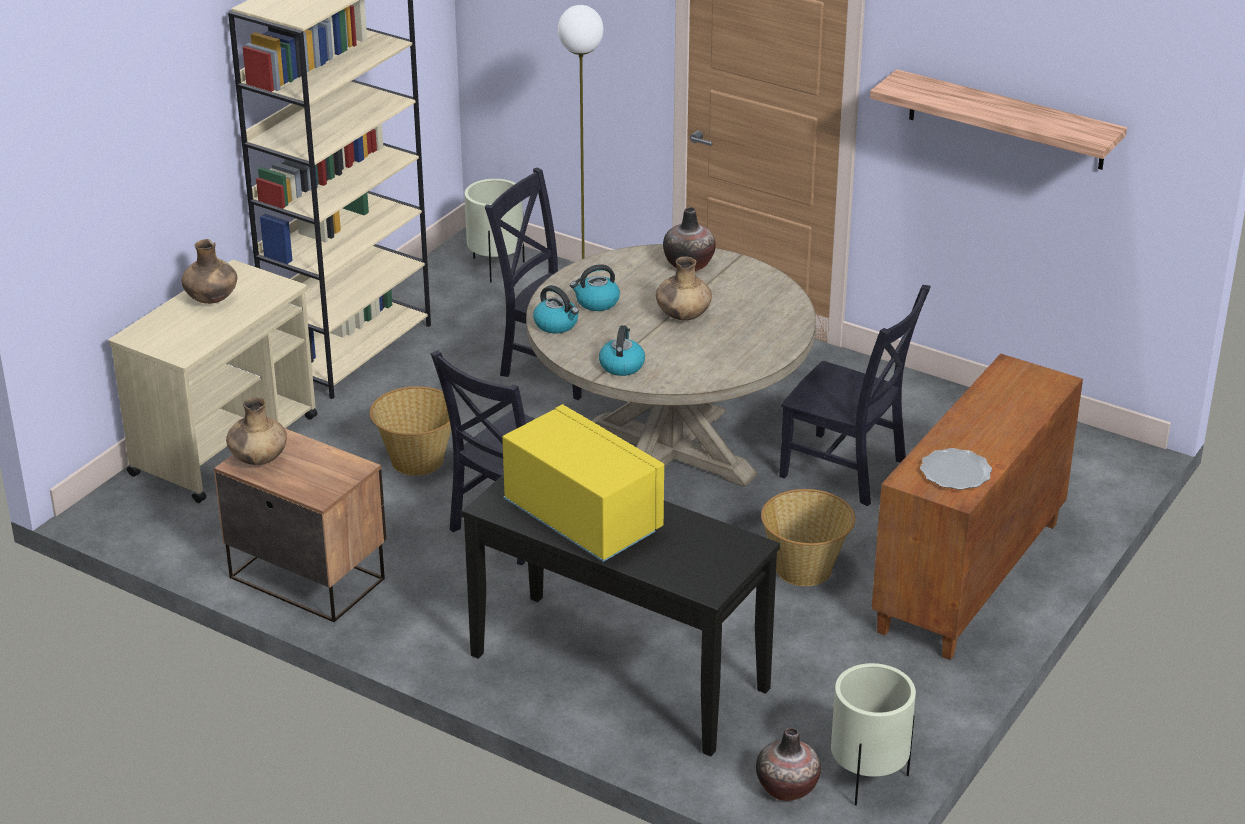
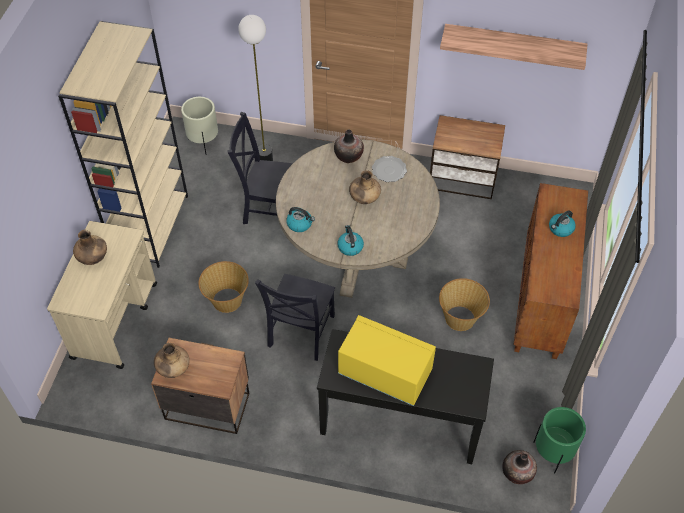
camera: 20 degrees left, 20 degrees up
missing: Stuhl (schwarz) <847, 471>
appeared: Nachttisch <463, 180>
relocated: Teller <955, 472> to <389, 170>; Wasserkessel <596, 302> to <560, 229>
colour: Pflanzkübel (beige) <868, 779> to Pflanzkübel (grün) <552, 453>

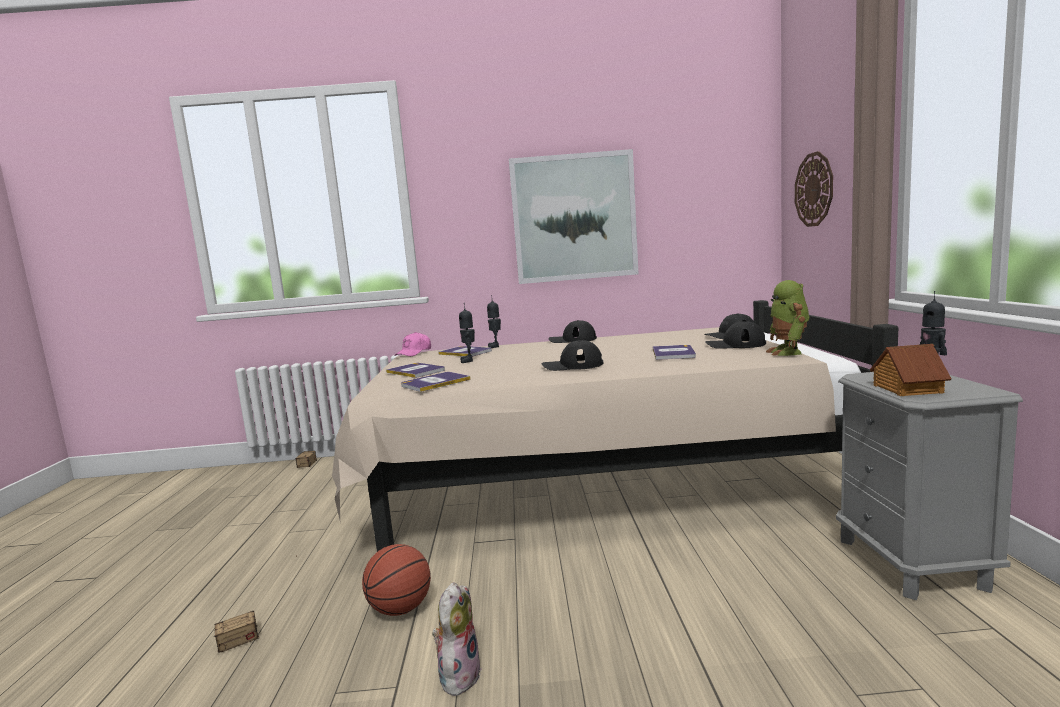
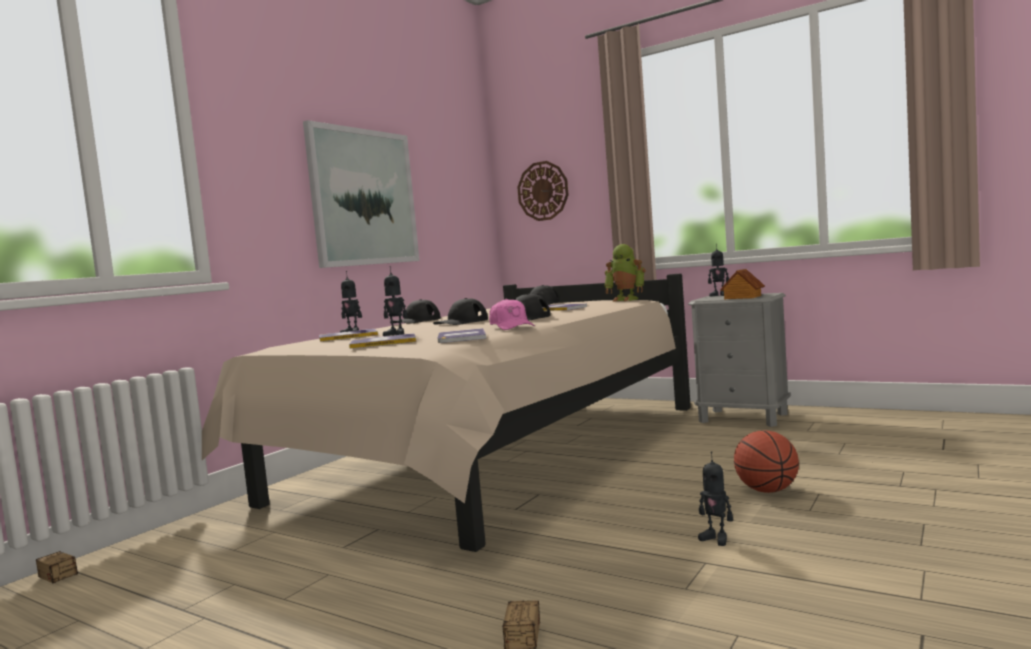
camera: 55 degrees left, 5 degrees down
relocated: Kappe (schwarz) <735, 345> to <461, 322>; Kappe (rosa) <414, 353> to <511, 327>; Basketball <400, 609> to <767, 491>
exchanged: Plüschtier <458, 675> to Spielzeugroboter <716, 539>

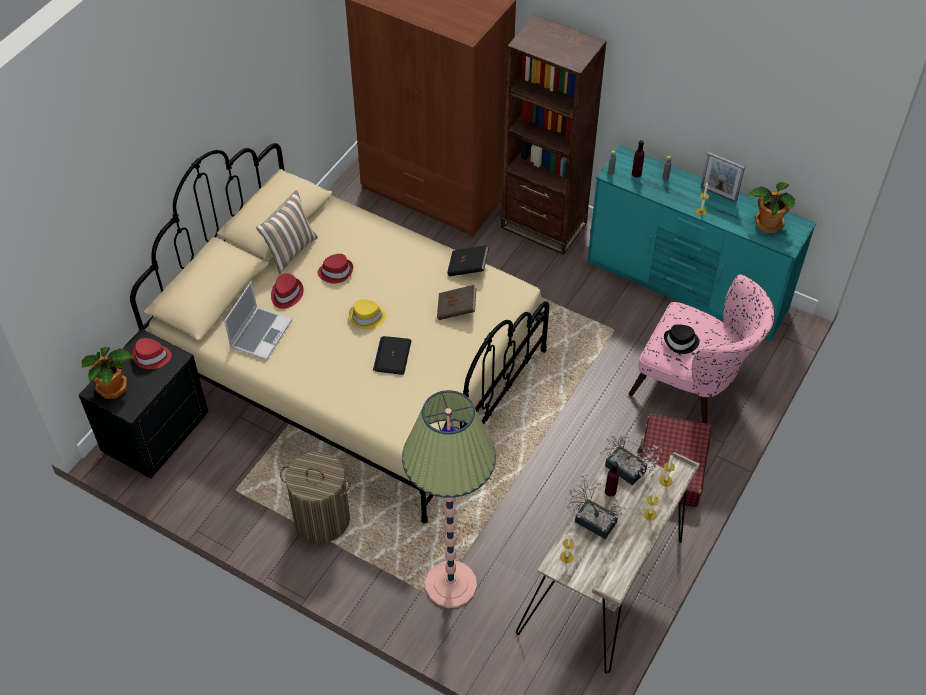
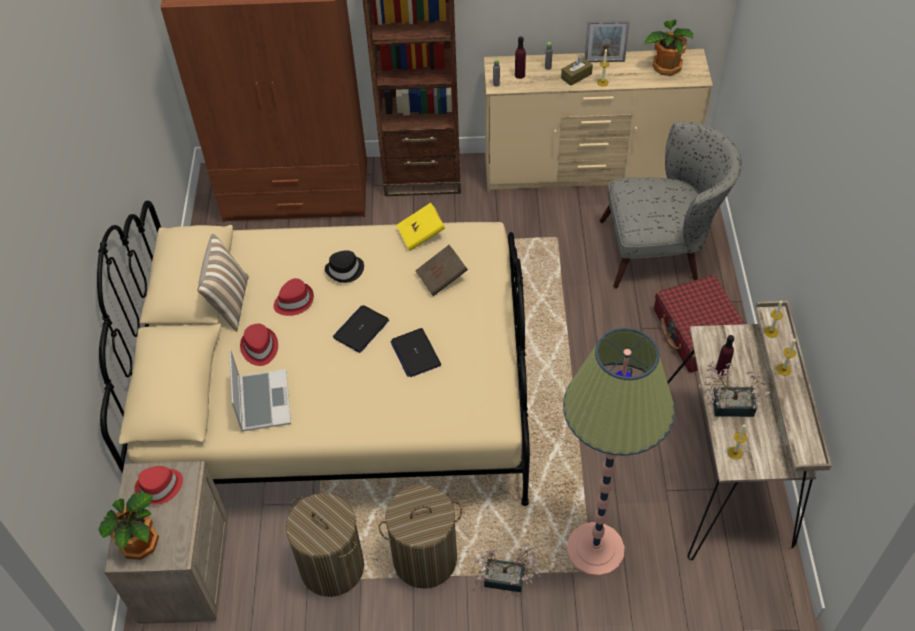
camera: 30 degrees left, 0 degrees up
appeared: Wäschekorb <332, 567>; Taschentuchbox (braun) <576, 76>
relocated: Hut (schwarz) <681, 342> to <345, 270>; Topfpflanze <629, 471> to <509, 579>
exchanged: Hut (gelb) <367, 317> to Laptop <361, 329>
colour: Nachttisch (schwarz) <155, 433> to Nachttisch (beige) <183, 571>; Buch (schwarz) <467, 268> to Buch (gelb) <421, 234>; Kommode (türkis) <686, 287> to Kommode (beige) <588, 170>; Sessel (rosa) <694, 384> to Sessel (grau) <661, 250>

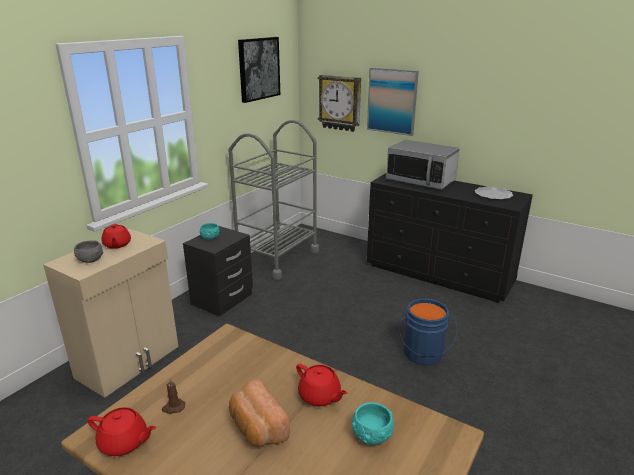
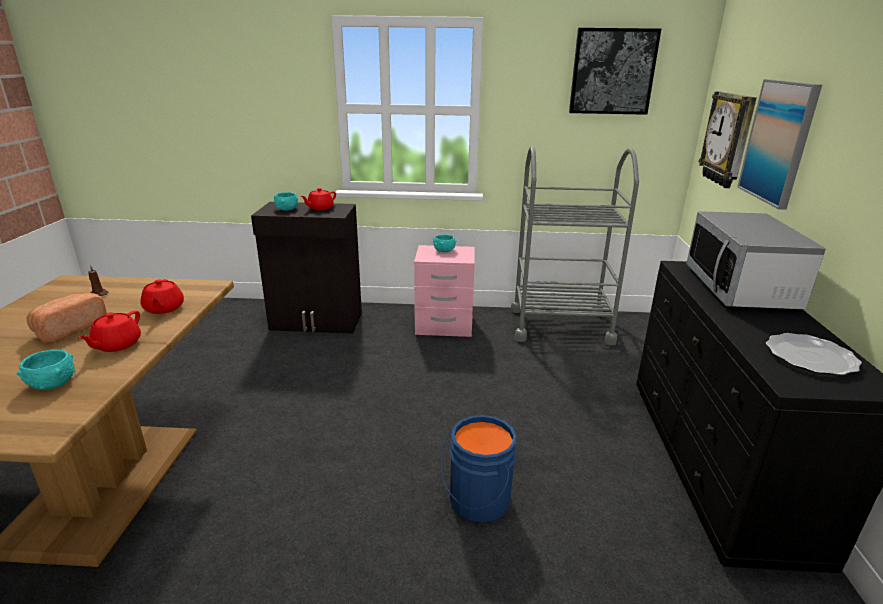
camera: 60 degrees right, 0 degrees up
relocated: Teekanne (rot) <124, 442> to <163, 308>
colour: Schrank (beige) <130, 361> to Schrank (schwarz) <317, 322>; Schüssel (grau) <90, 259> to Schüssel (türkis) <286, 209>; Nachttisch (schwarz) <222, 299> to Nachttisch (rosa) <444, 325>

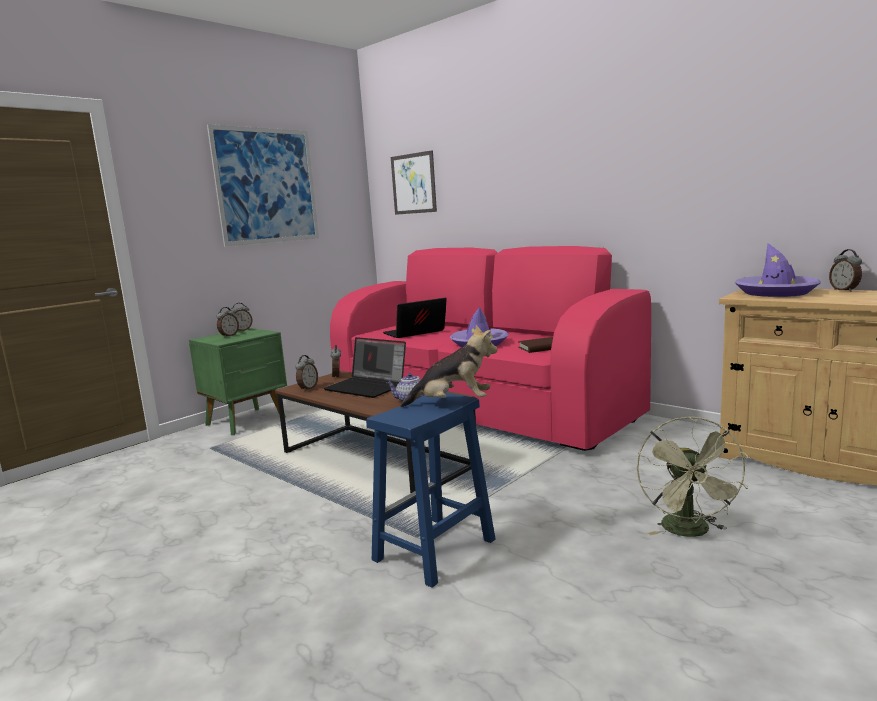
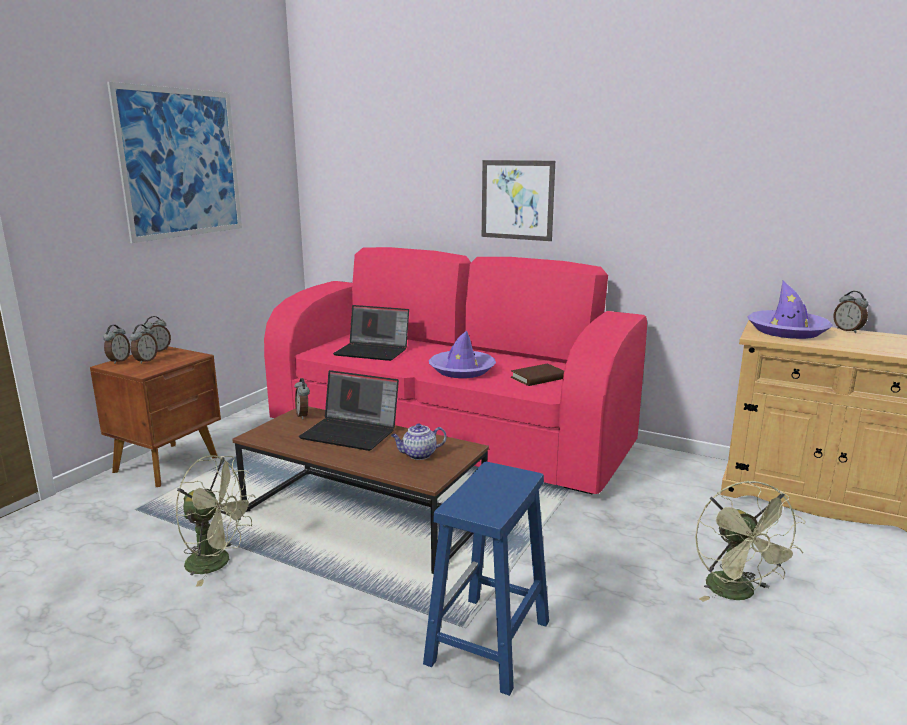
camera: 15 degrees left, 5 degrees up
missing: Plüschtier <453, 403>
appeared: Ventilator (grün) <217, 563>
relocated: Wecker <307, 388> to <118, 361>; Bild <413, 183> to <517, 200>
colour: Nachttisch (grün) <247, 421> to Nachttisch (braun) <168, 464>
spun: Laptop <414, 333> = <373, 351> 120 degrees counterclockwise

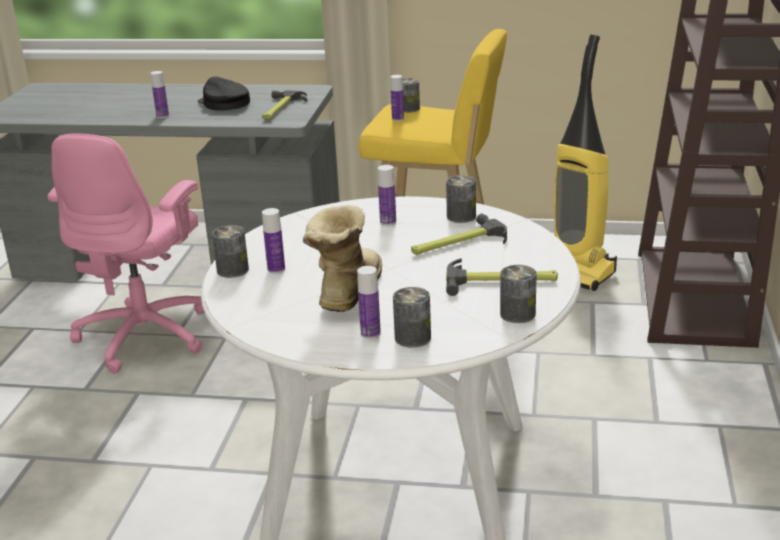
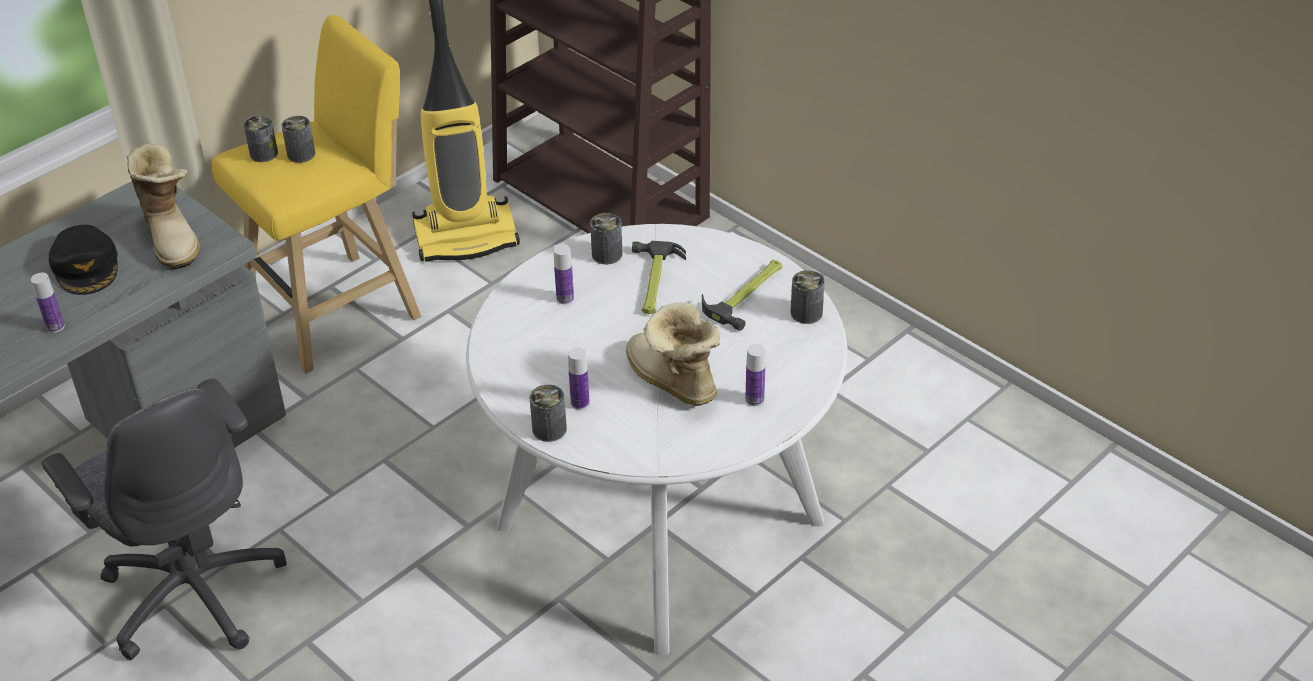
camera: 55 degrees left, 15 degrees up
missing: Flasche <398, 119>
relocated: Dose <412, 338> to <301, 154>
exchanged: Hammer <279, 109> to Stiefel <173, 237>
colour: Bürostuhl (rosa) <146, 335> to Bürostuhl (grau) <193, 590>
spun: Kappe (schwarz) <224, 103> = <86, 266> 105 degrees counterclockwise

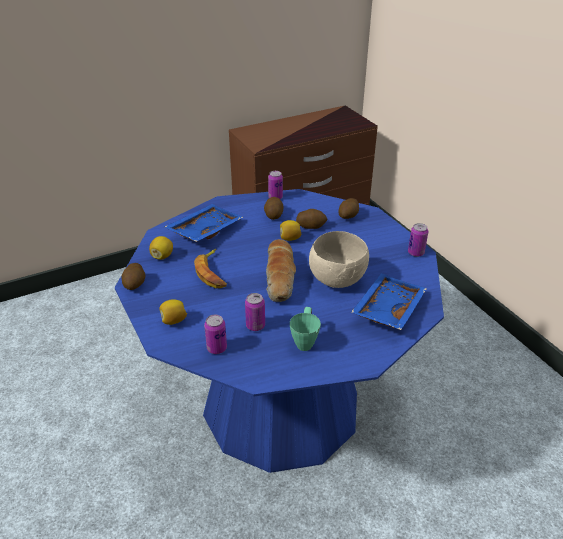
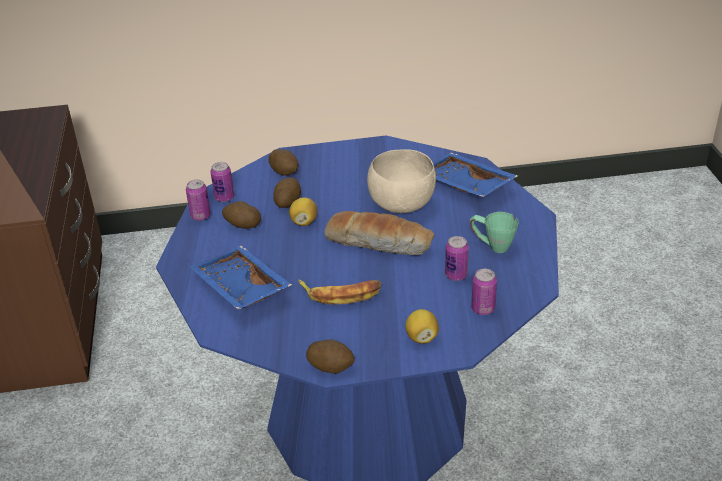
camera: 70 degrees left, 0 degrees up
missing: Zitrone <162, 256>
relocated: Dose <415, 253> to <224, 197>

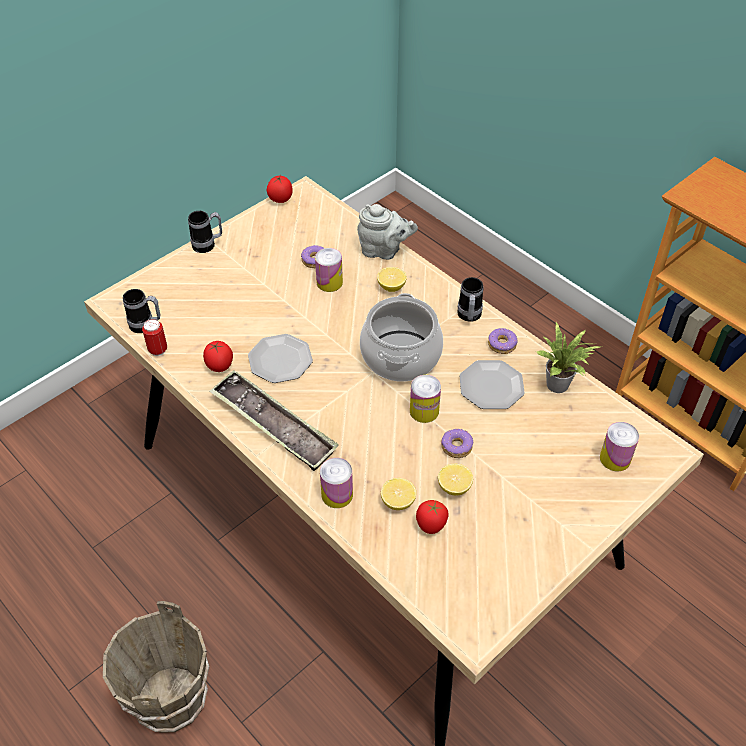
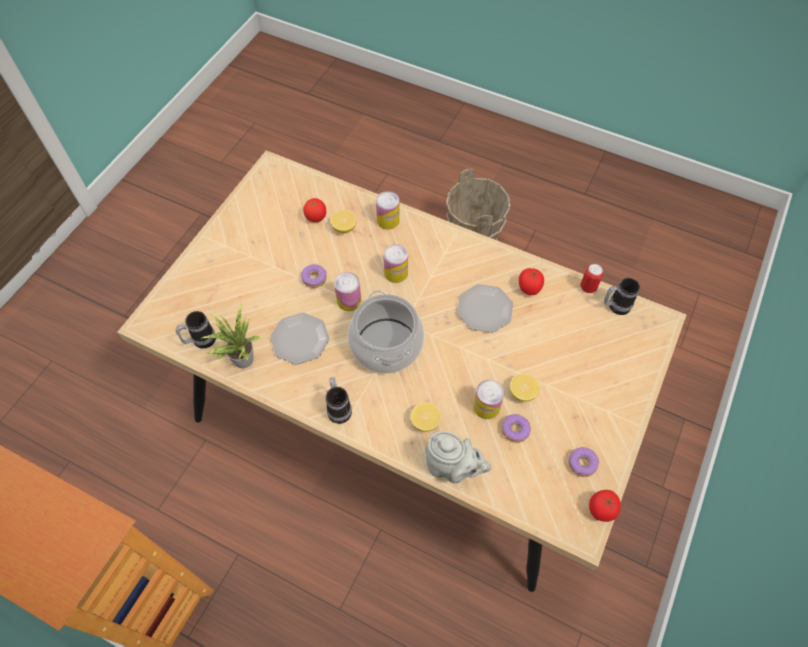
camera: 160 degrees right, 10 degrees up
missing: Tablett <273, 425>
relocated: Henkelbecher <208, 245> to <200, 341>; Dose <615, 458> to <396, 273>; Zitrone <454, 487> to <522, 392>; Donut <502, 344> to <581, 464>
spun: Teekanne (grau) <384, 251> = <452, 468> 150 degrees counterclockwise

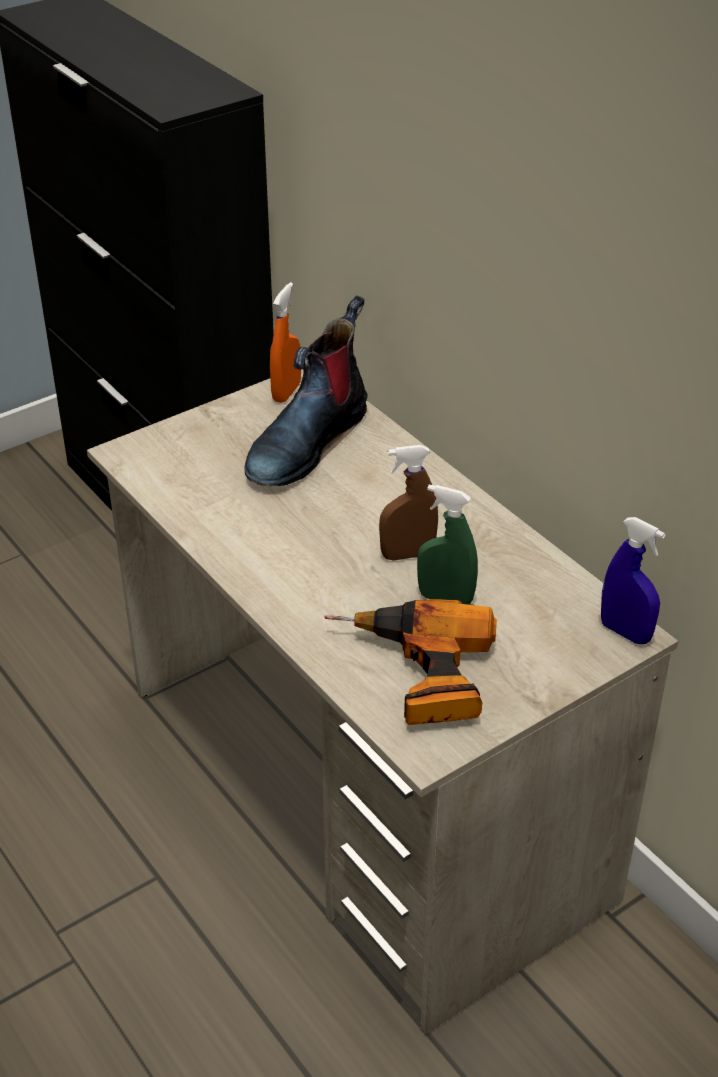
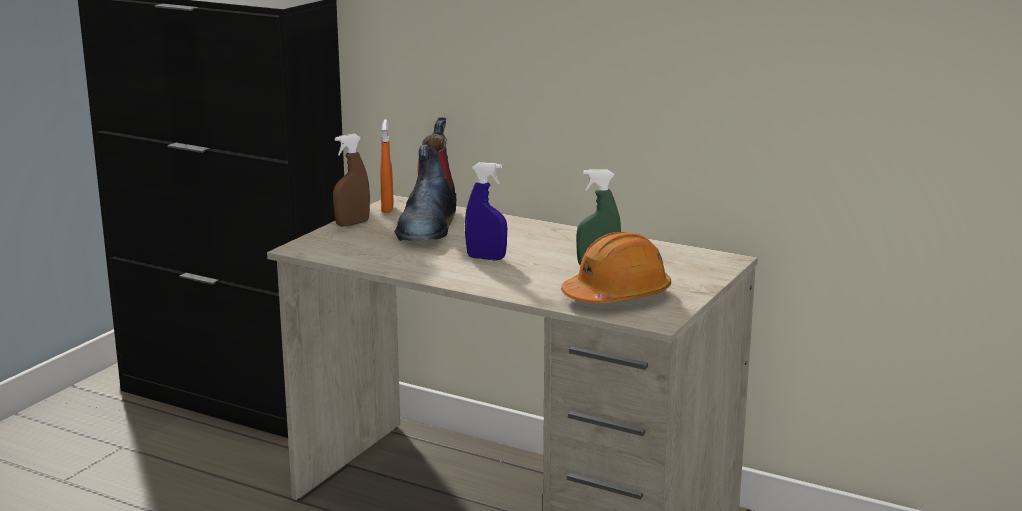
camera: 25 degrees left, 20 degrees down
relocated: Sprühflasche (braun) <407, 554> to <352, 223>; Sprühflasche (blau) <625, 632> to <486, 258>
exchanged: Bohrmaschine <418, 676> to Schutzhelm (orange) <617, 296>

